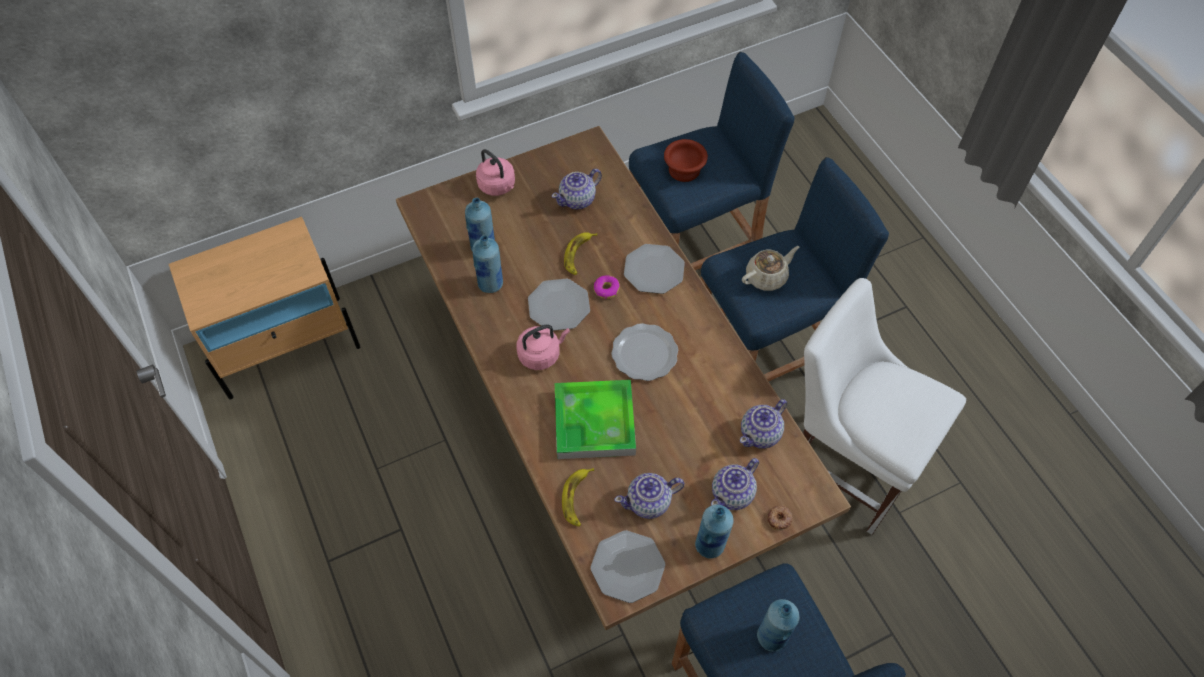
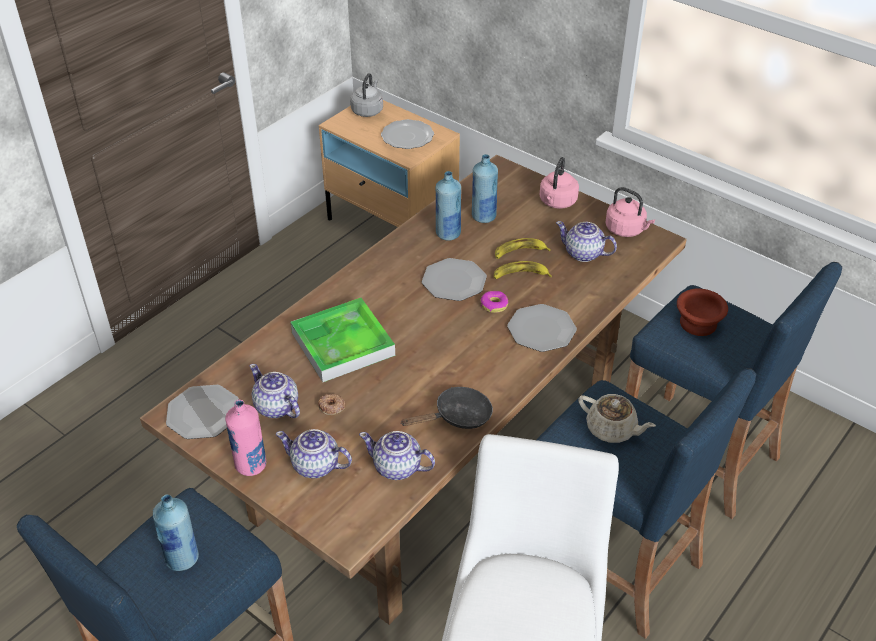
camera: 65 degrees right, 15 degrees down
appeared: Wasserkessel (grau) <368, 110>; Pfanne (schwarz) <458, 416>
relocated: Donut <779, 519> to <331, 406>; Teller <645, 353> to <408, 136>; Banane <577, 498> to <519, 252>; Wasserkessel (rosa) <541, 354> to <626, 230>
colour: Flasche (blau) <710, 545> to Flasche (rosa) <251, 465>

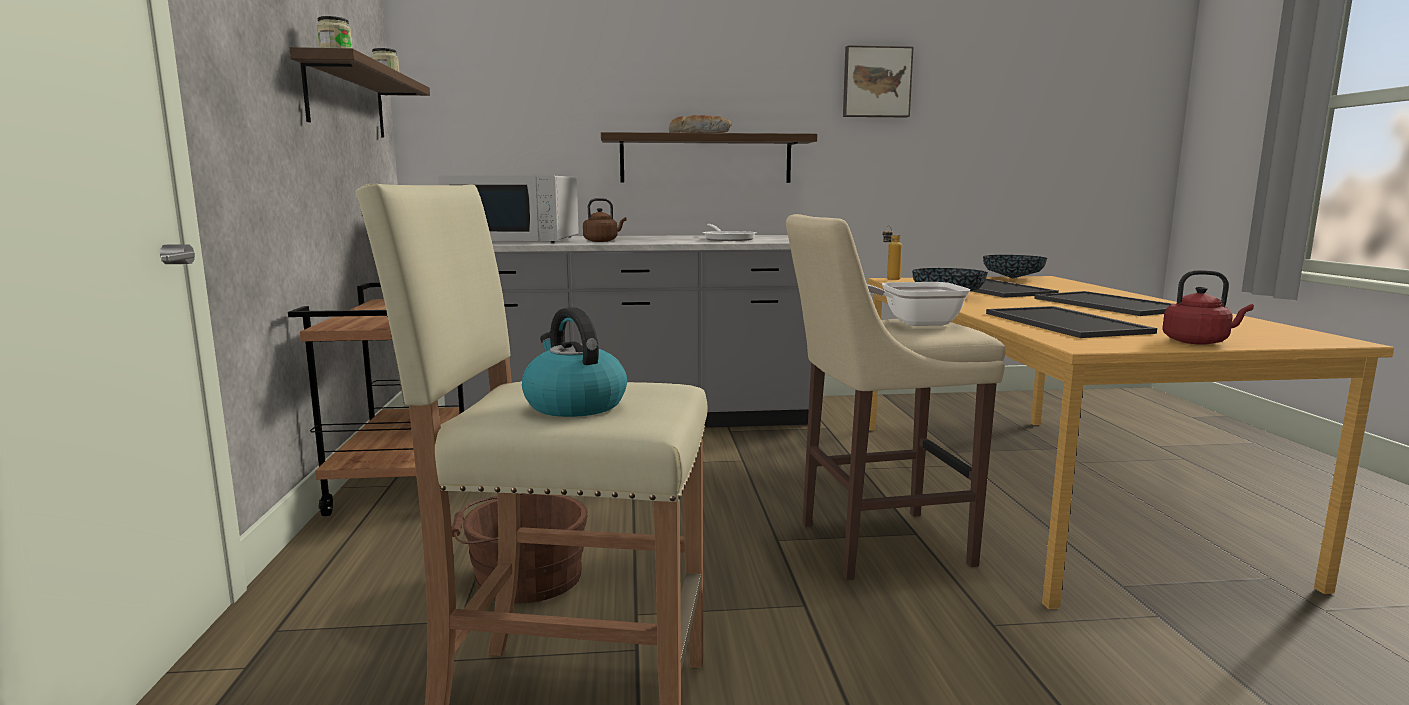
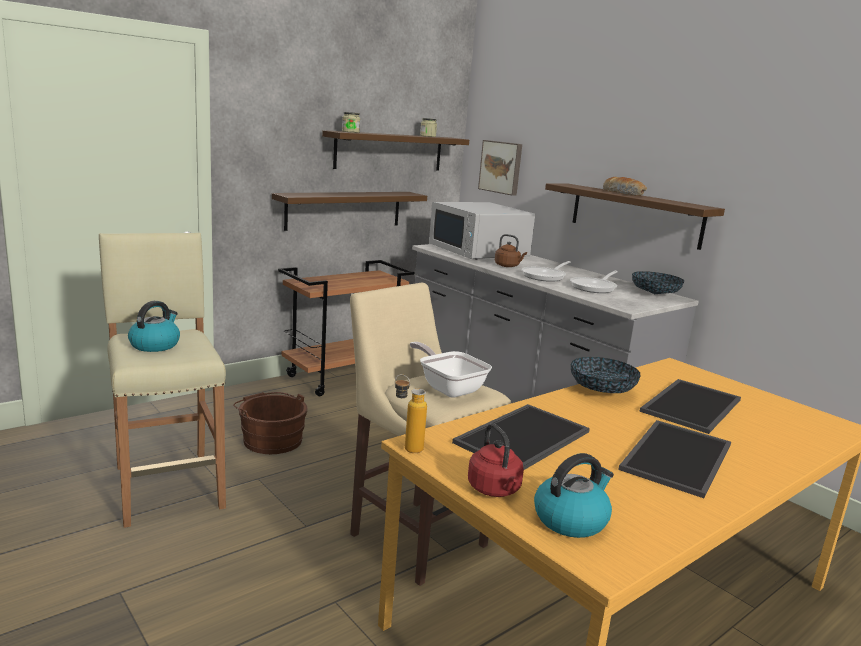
camera: 55 degrees right, 5 degrees up
appeared: Wandregal <344, 210>; Pfanne <545, 276>; Wasserkessel <571, 519>
relocated: Flasche <889, 279> to <406, 447>; Bild <876, 82> to <501, 167>; Schüssel <1012, 278> to <655, 294>

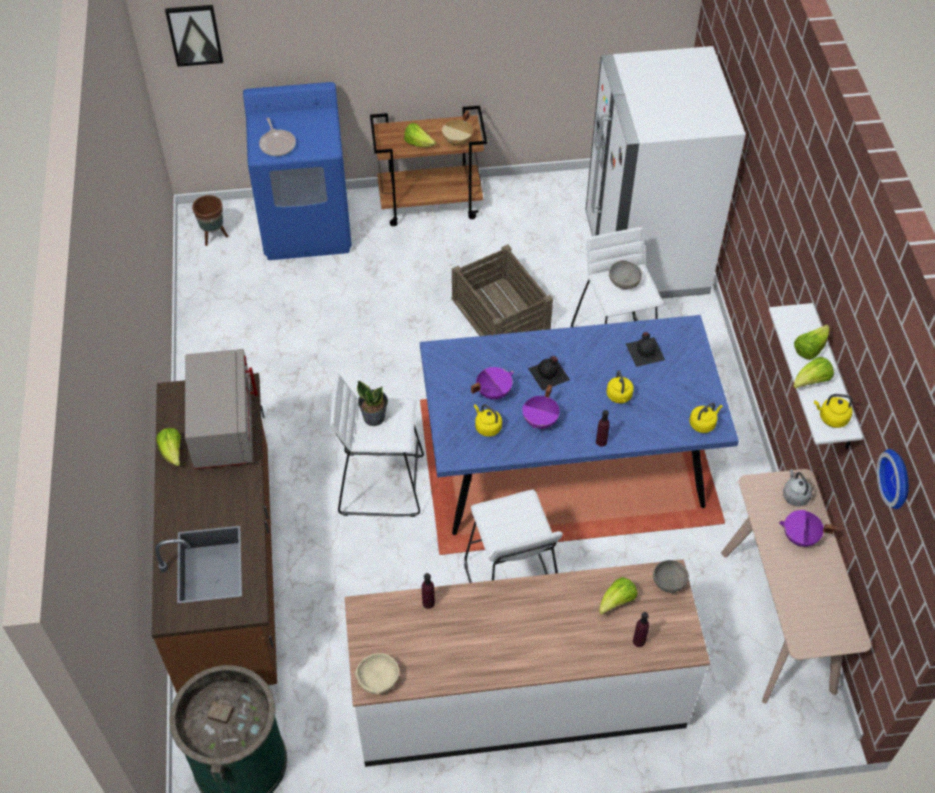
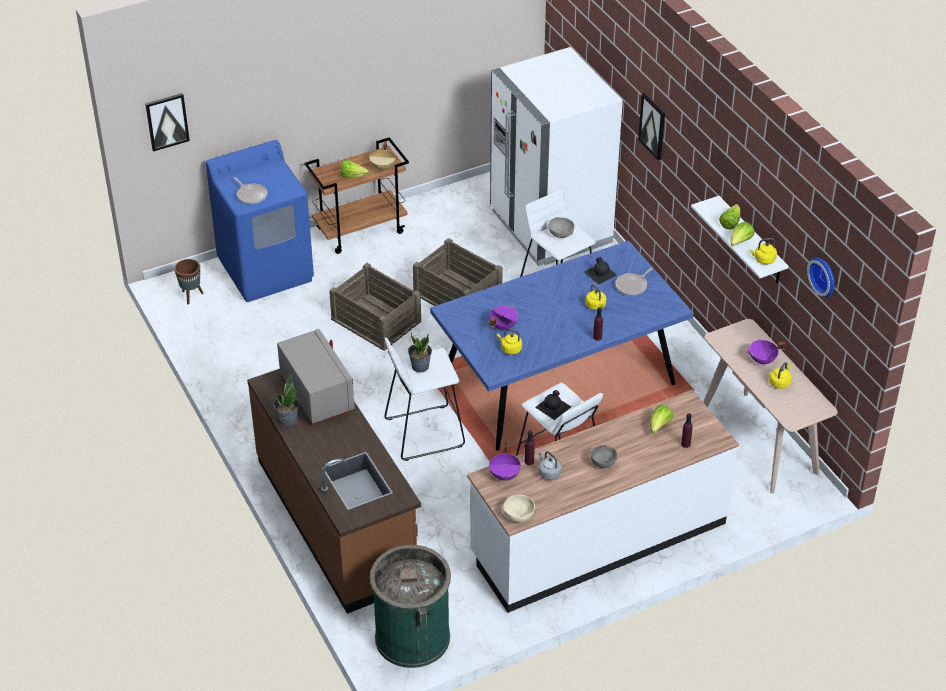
camera: 20 degrees left, 10 degrees down
appeared: Kiste <376, 320>; Pfanne <632, 286>; Bild <652, 126>
relocated: Kochtopf (lila) <541, 421> to <505, 475>; Flasche (schwarz) <549, 374> to <553, 407>; Wasserkessel (grau) <794, 495> to <548, 473>; Schüssel (grau) <669, 583> to <603, 463>; Wasserkessel (gelb) <703, 423> to <780, 382>
exchanged: Salatkopf <172, 453> to Topfpflanze <287, 420>

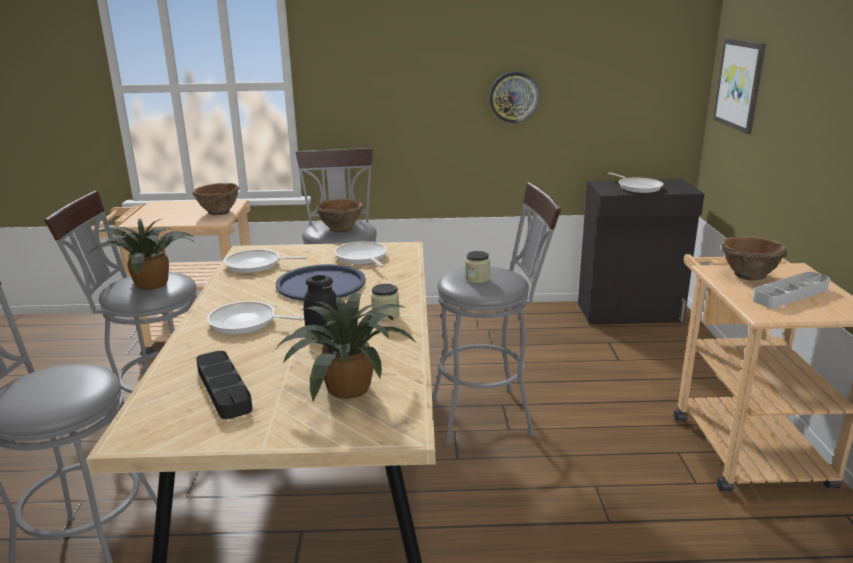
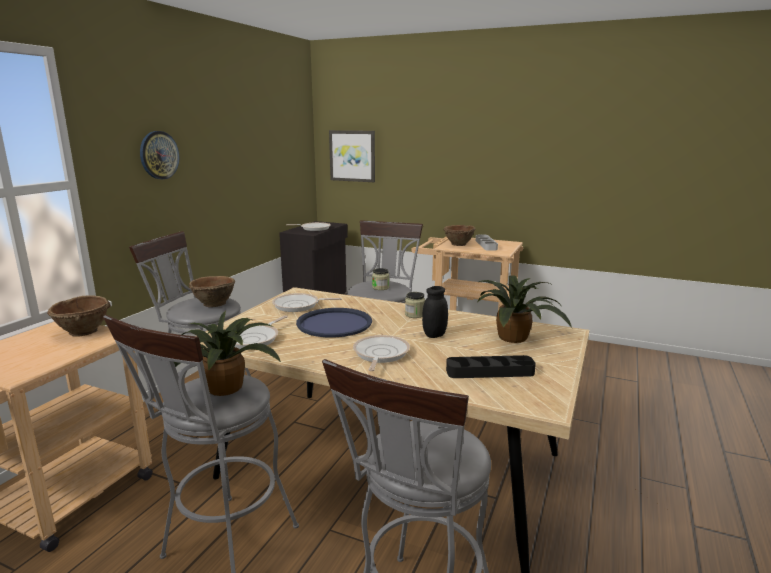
camera: 65 degrees left, 5 degrees down
relocated: Wanduhr <513, 97> to <159, 155>
spun: Pfanne <246, 322> = <380, 354> 150 degrees clockwise

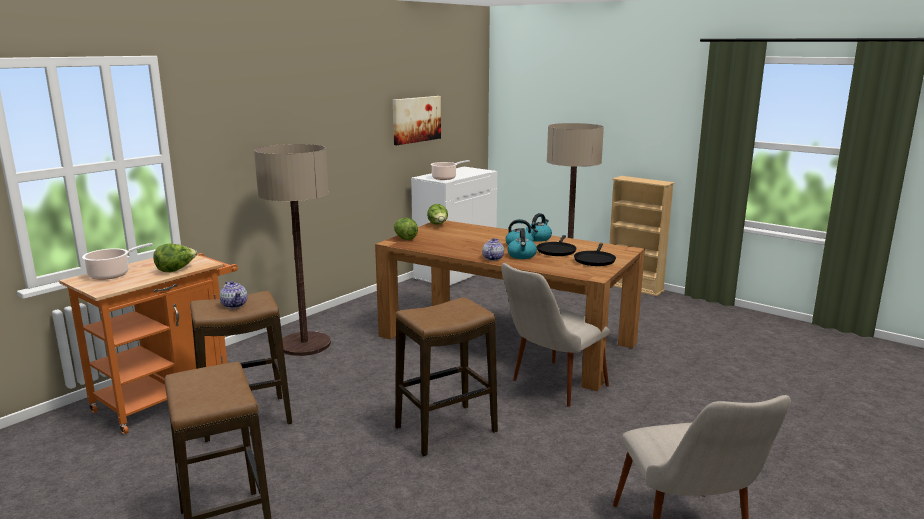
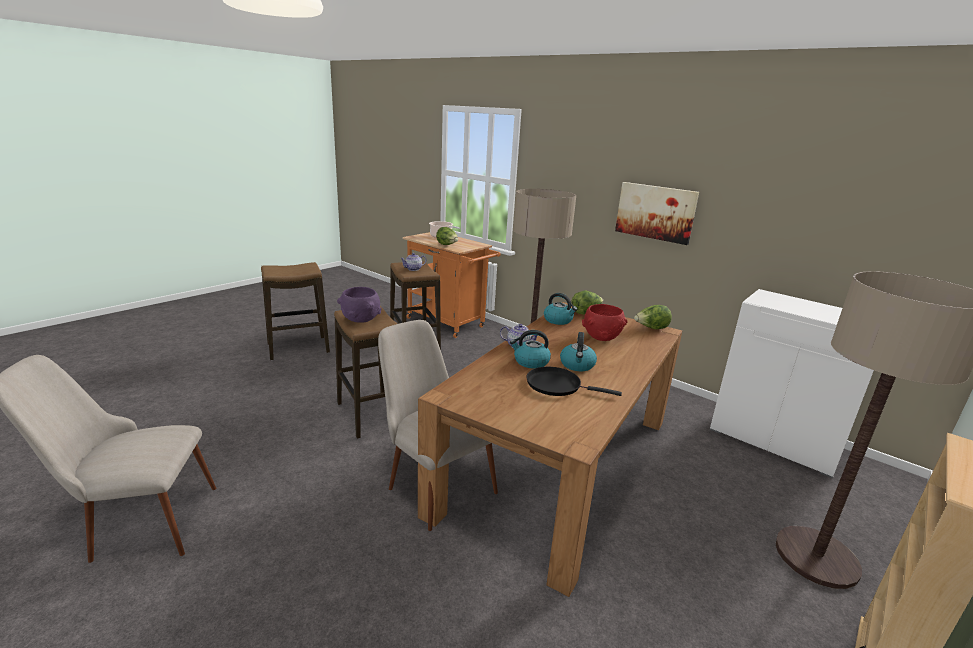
camera: 90 degrees right, 5 degrees up
missing: Kochtopf <445, 178>; Pfanne (schwarz) <594, 260>
appeared: Schüssel (lila) <360, 320>; Schüssel (rot) <601, 337>
relocated: Wasserkessel <538, 238> to <558, 320>; Bild <416, 119> to <655, 212>

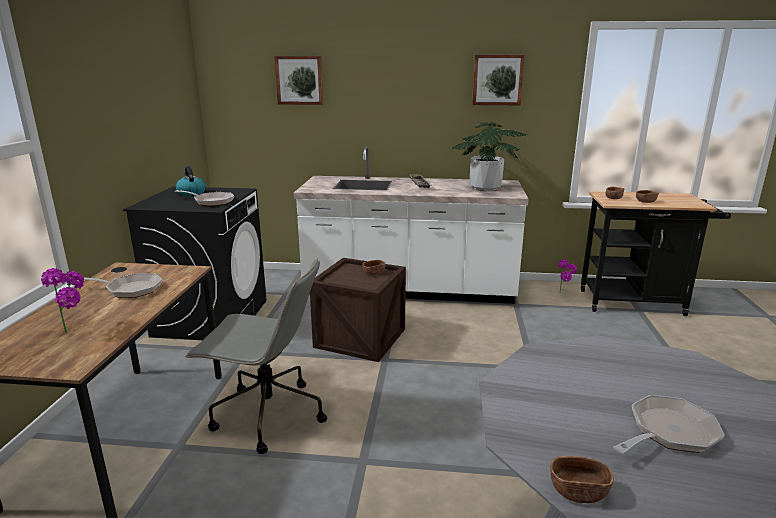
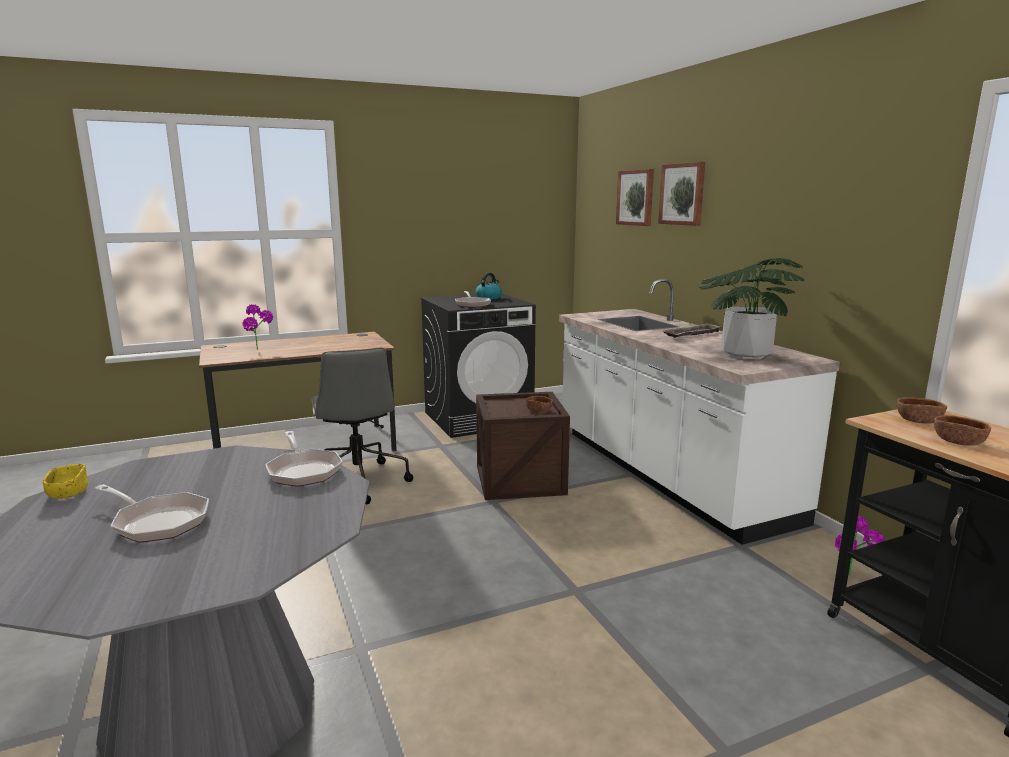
camera: 60 degrees right, 5 degrees down
relocated: Pfanne <130, 289> to <303, 470>; Bild <497, 80> to <683, 194>
colour: Schüssel (braun) <578, 491> to Schüssel (gelb) <68, 493>

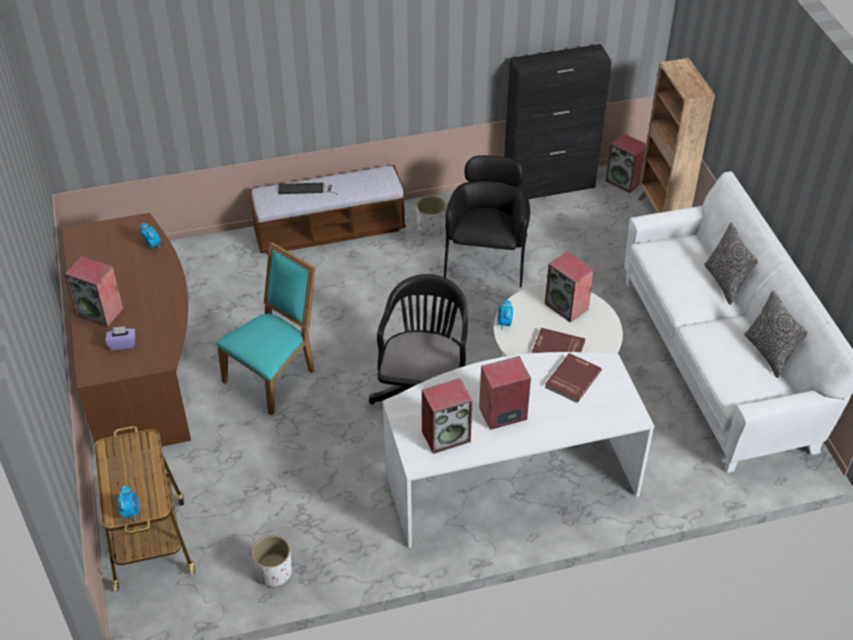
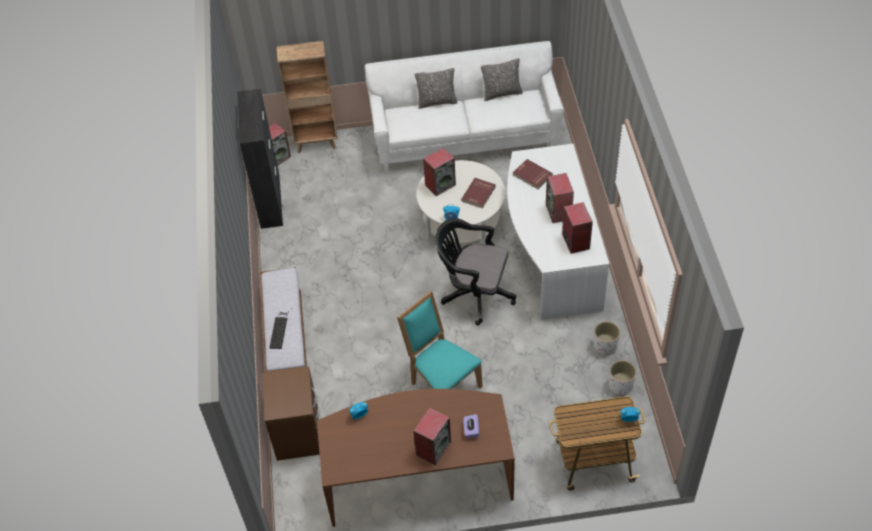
camera: 80 degrees left, 5 degrees up
missing: Sessel (schwarz) <486, 260>
appeared: Nachttisch (braun) <298, 433>
relocated: Pflanzkübel (weiß) <431, 228> to <605, 346>

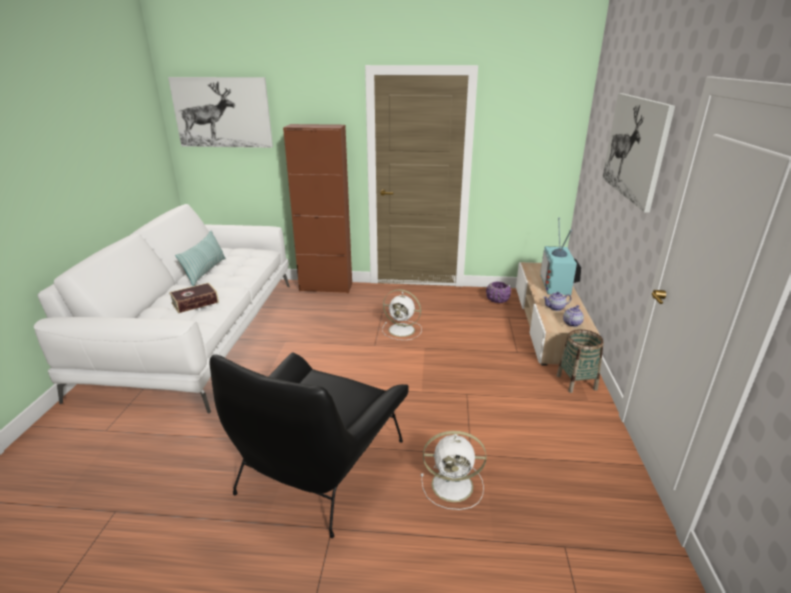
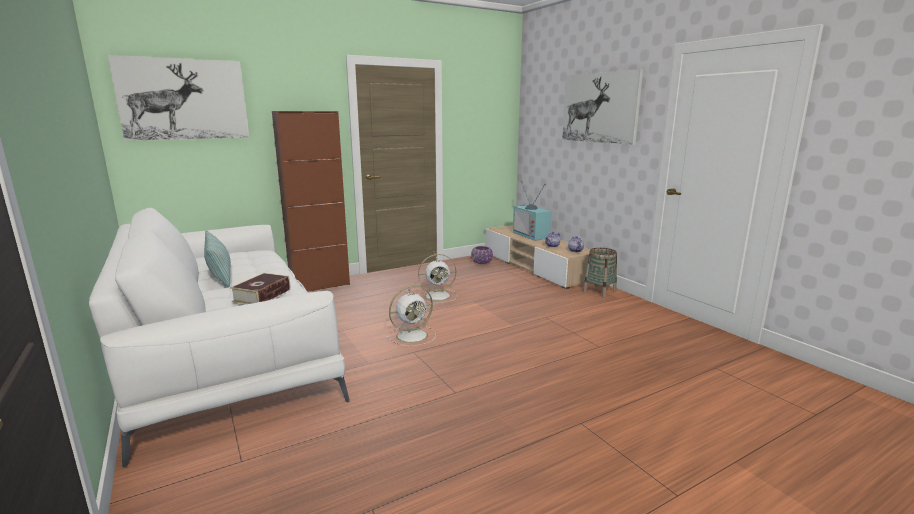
camera: 35 degrees left, 10 degrees down
missing: Sessel (schwarz) <320, 465>
relocated: Ventilator (weiß) <454, 485> to <413, 335>

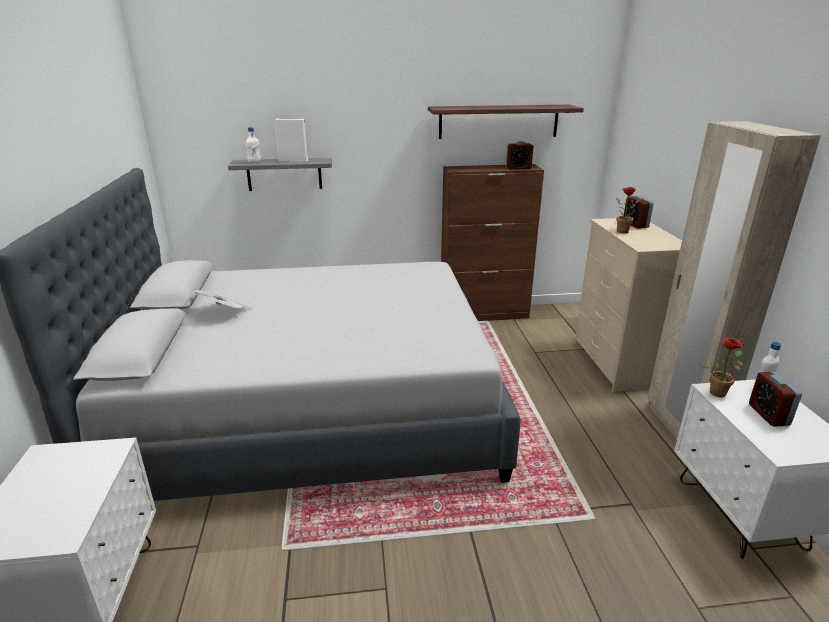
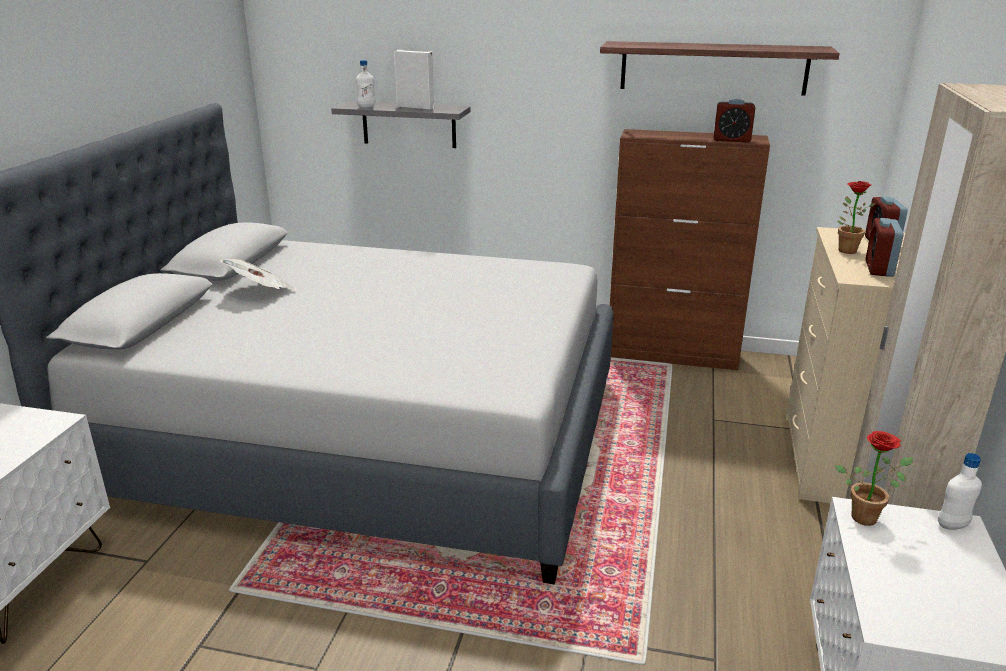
camera: 20 degrees right, 0 degrees up
relocated: Wecker <768, 415> to <879, 269>

